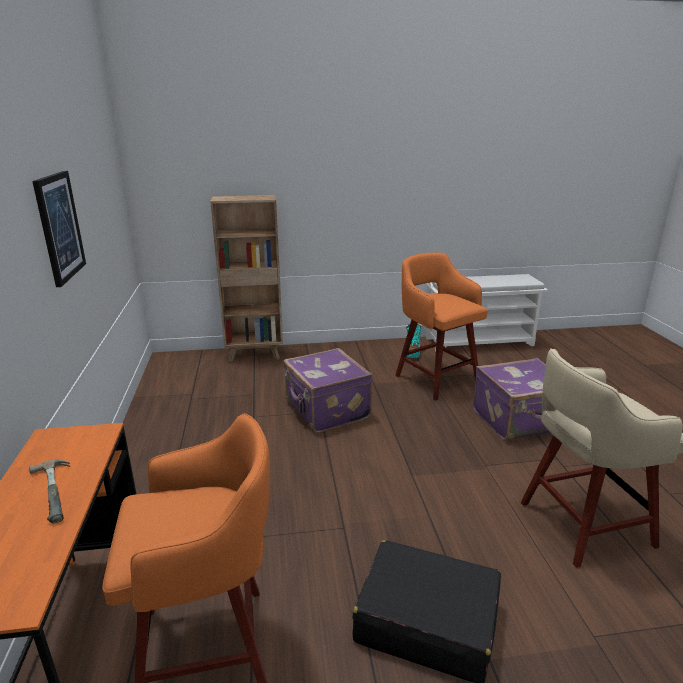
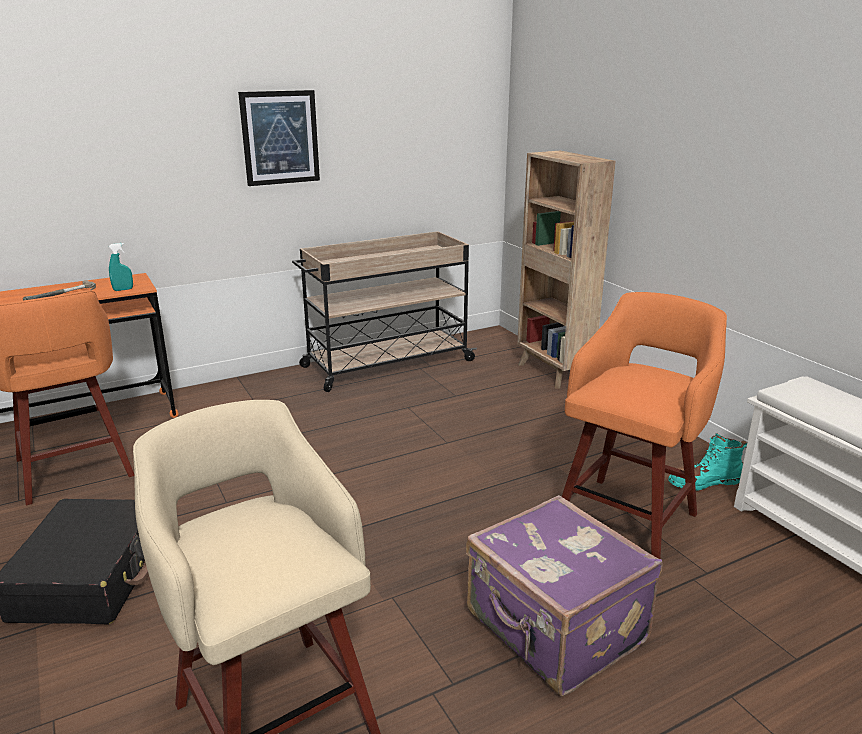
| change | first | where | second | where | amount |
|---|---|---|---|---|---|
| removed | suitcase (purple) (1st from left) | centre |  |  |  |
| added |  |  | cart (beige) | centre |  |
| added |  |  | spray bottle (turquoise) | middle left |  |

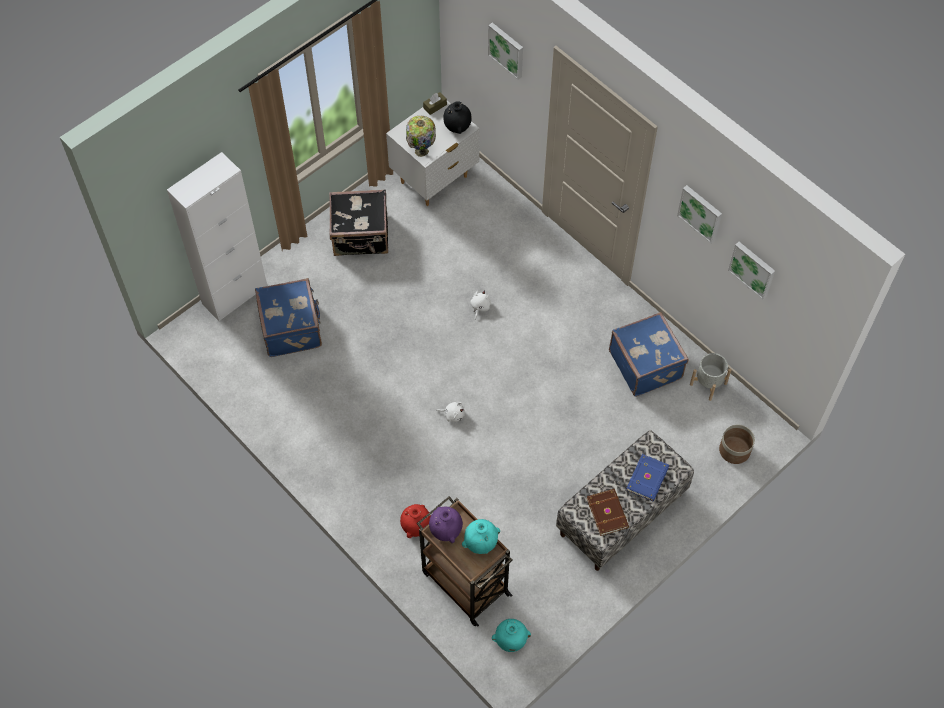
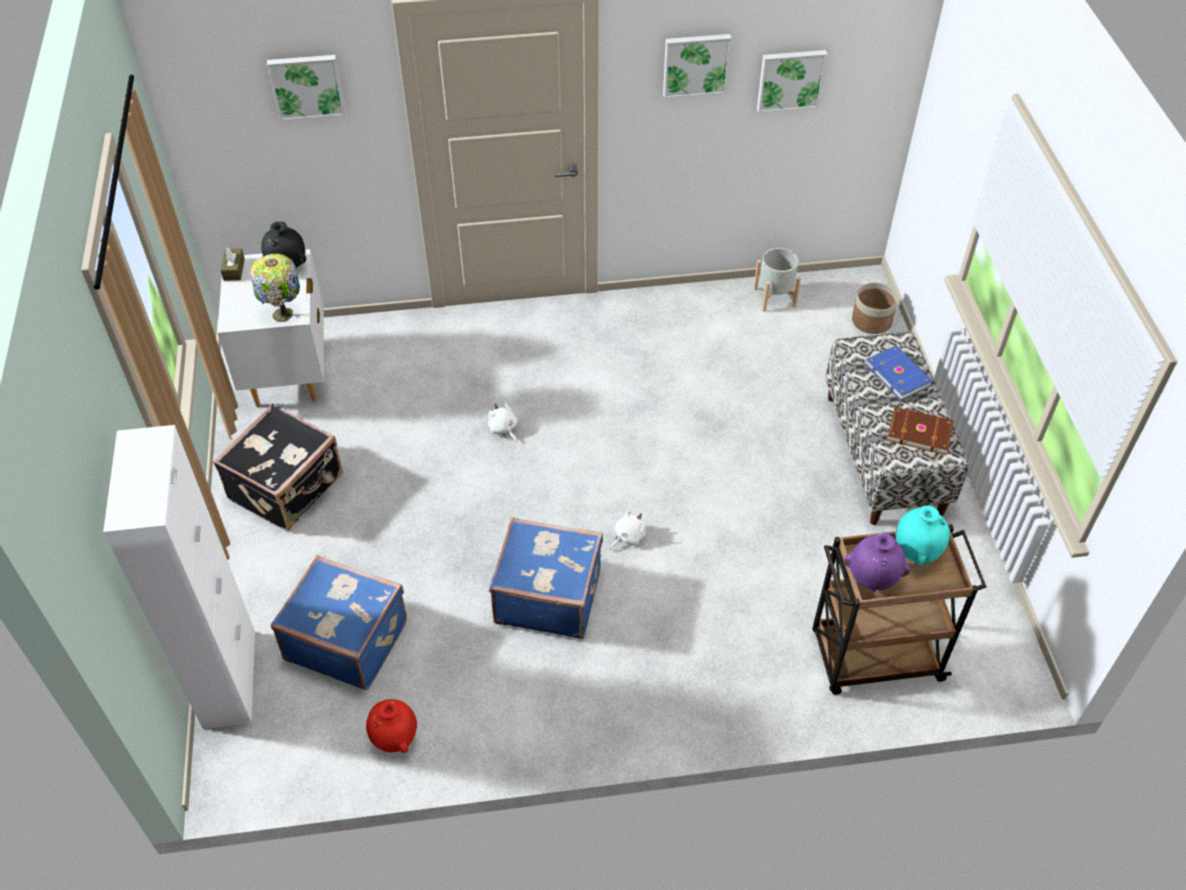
| change | first | where | second | where | amount |
|---|---|---|---|---|---|
| moved | suitcase (blue) (2nd from left) | middle right |  | centre |  |
| moved | vase (red) | bottom centre |  | bottom left |  |
| removed | vase (turquoise) (2nd from left) | bottom centre |  |  |  |

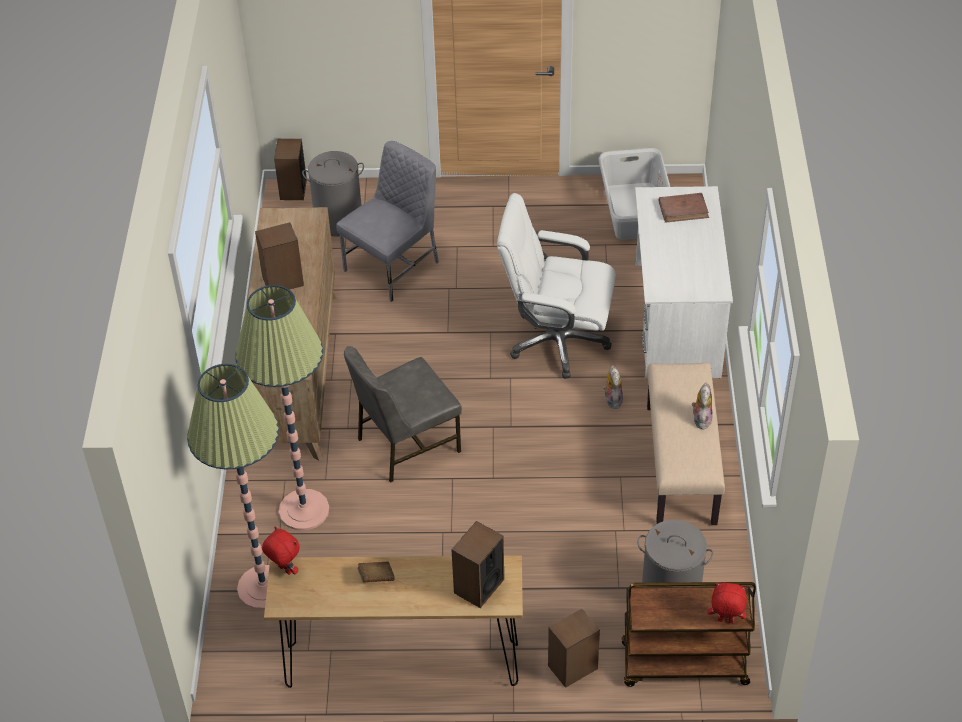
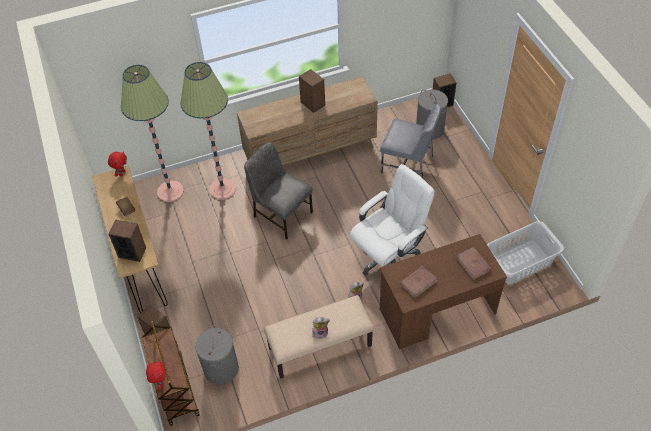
| change | first | where | second | where | amount |
|---|---|---|---|---|---|
| recoloured | desk (white) | middle right | desk (brown) | bottom right |  |
| turned | office chair (white) | centre |  | centre | 60 degrees clockwise |
| added |  |  | book (brown) (2nd from left) | centre |  |

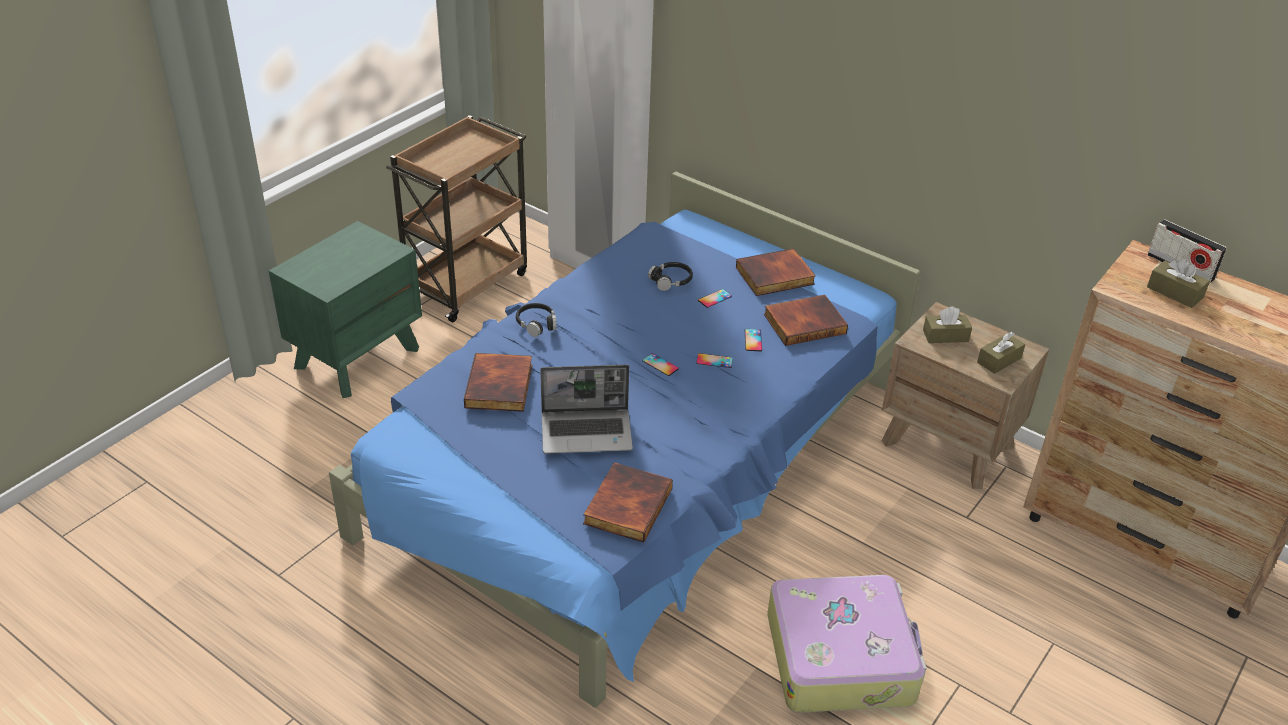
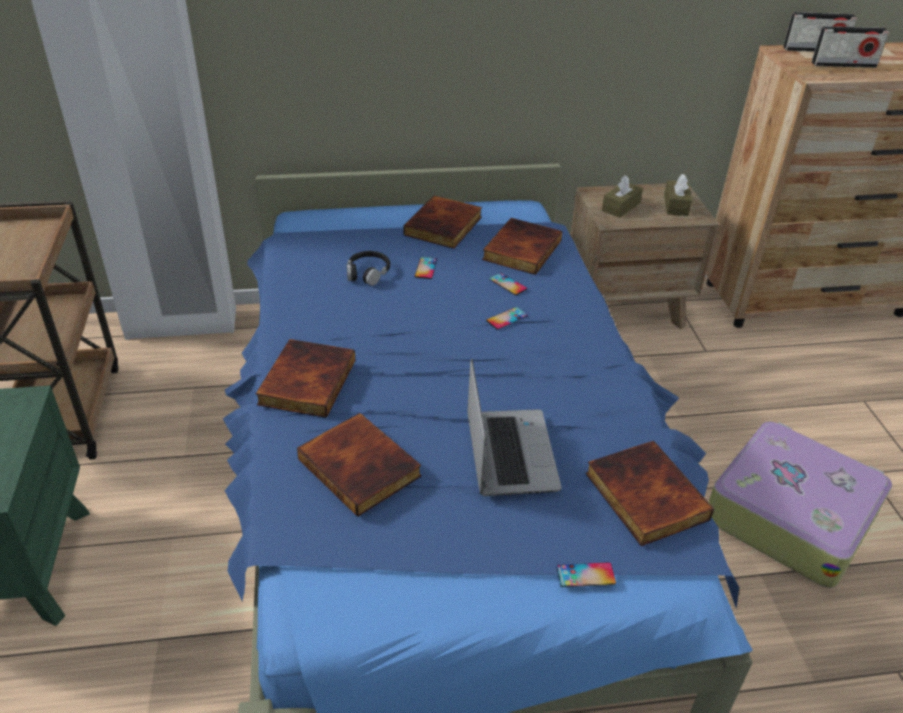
| change | first | where | second | where | amount |
|---|---|---|---|---|---|
| replaced | tissue box (brown) (3rd from left) | middle right | radio (2nd from left) | top right |  |
| replaced | headphones (black) (1st from left) | centre | book (1st from left) | centre |  |
| moved | phone (1st from left in the first image) | centre | phone (4th from left) | bottom centre |  |
| turned | laptop | centre |  | centre | 45 degrees counterclockwise |

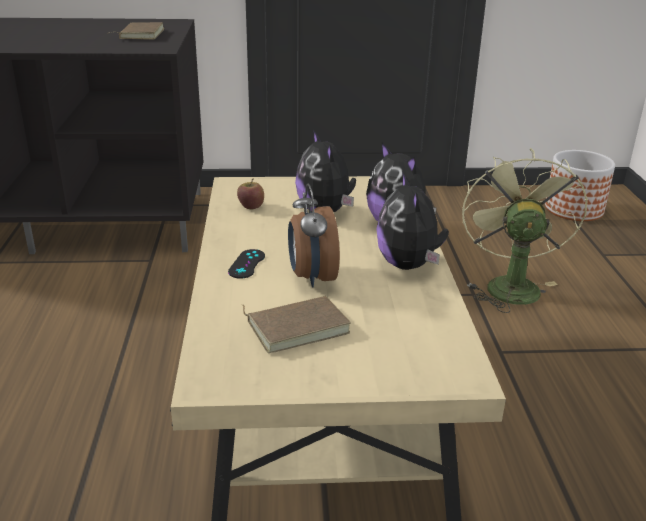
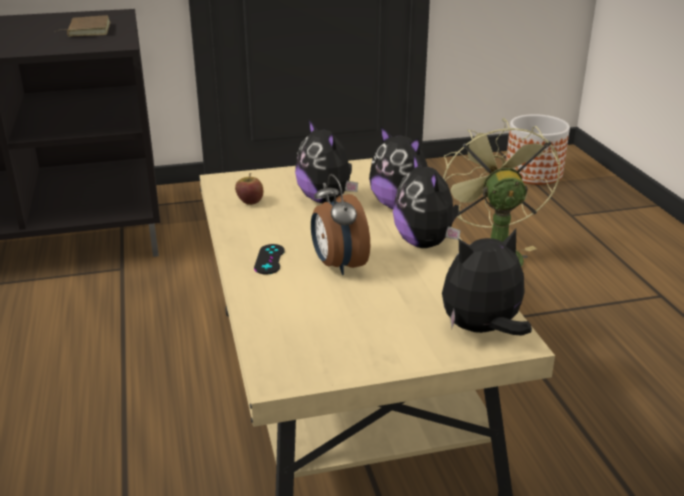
| change | first | where | second | where | amount |
|---|---|---|---|---|---|
| removed | book (brown) (2nd from left) | centre |  |  |  |
| added |  |  | plush toy (4th from left) | middle right |  |

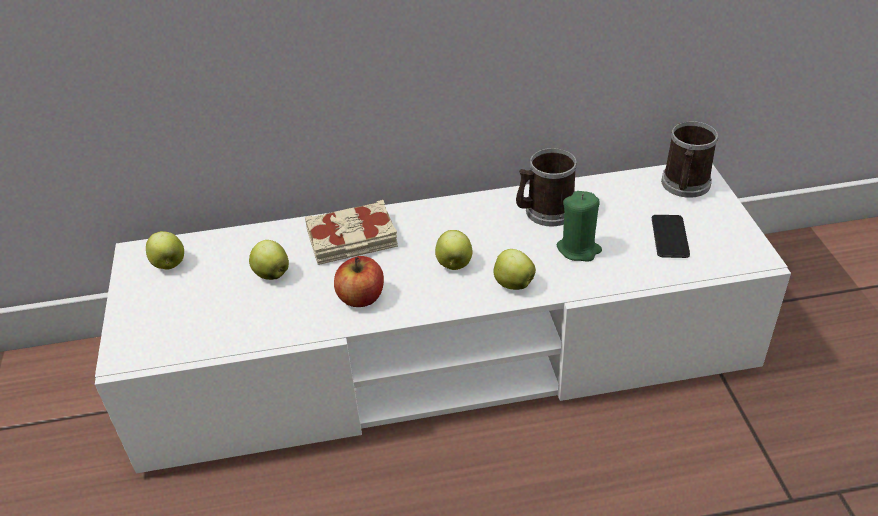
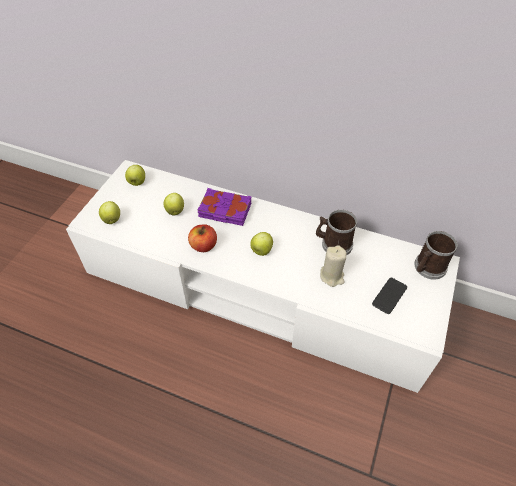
| change | first | where | second | where | amount |
|---|---|---|---|---|---|
| recoloured | candle (green) | centre | candle (beige) | centre |  |
| recoloured | book (beige) | centre | book (purple) | centre |  |
| moved | apple (5th from left in the first image) | centre | apple (1st from left) | middle left |  |

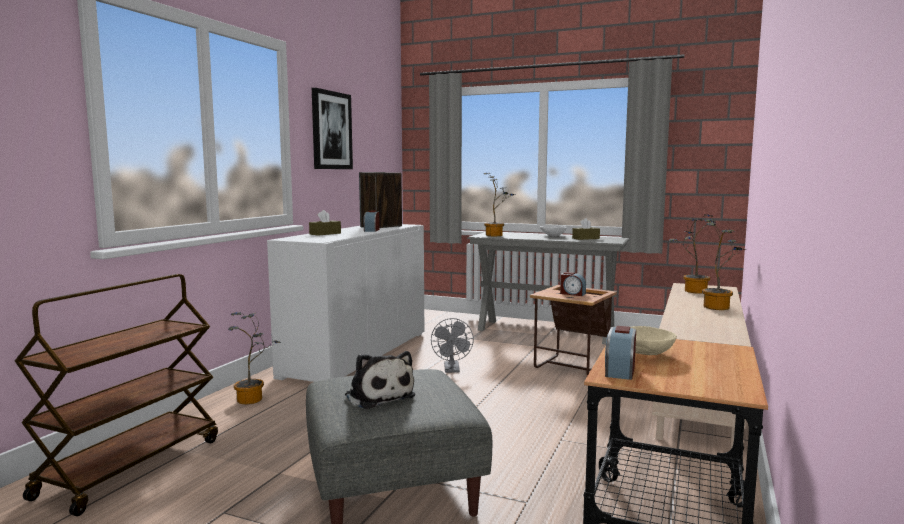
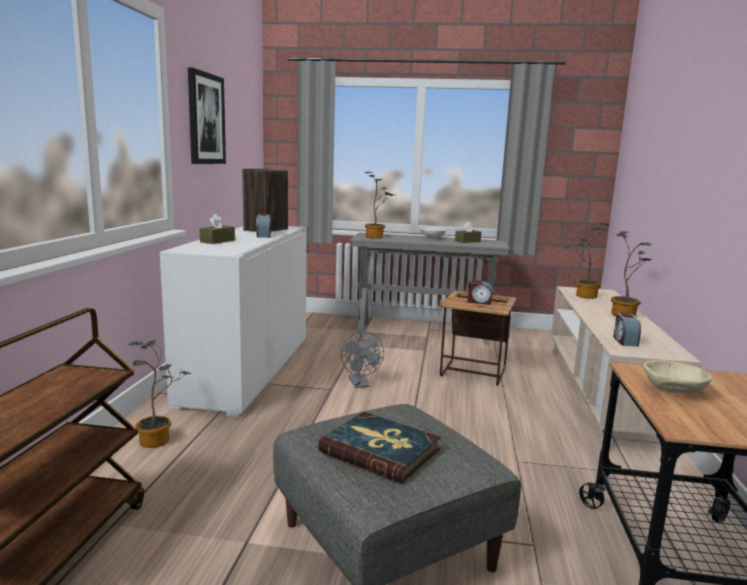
| change | first | where | second | where | amount |
|---|---|---|---|---|---|
| moved | alarm clock (3rd from left) | bottom right |  | middle right |  |
| replaced | plush toy | bottom centre | book | bottom centre |  |

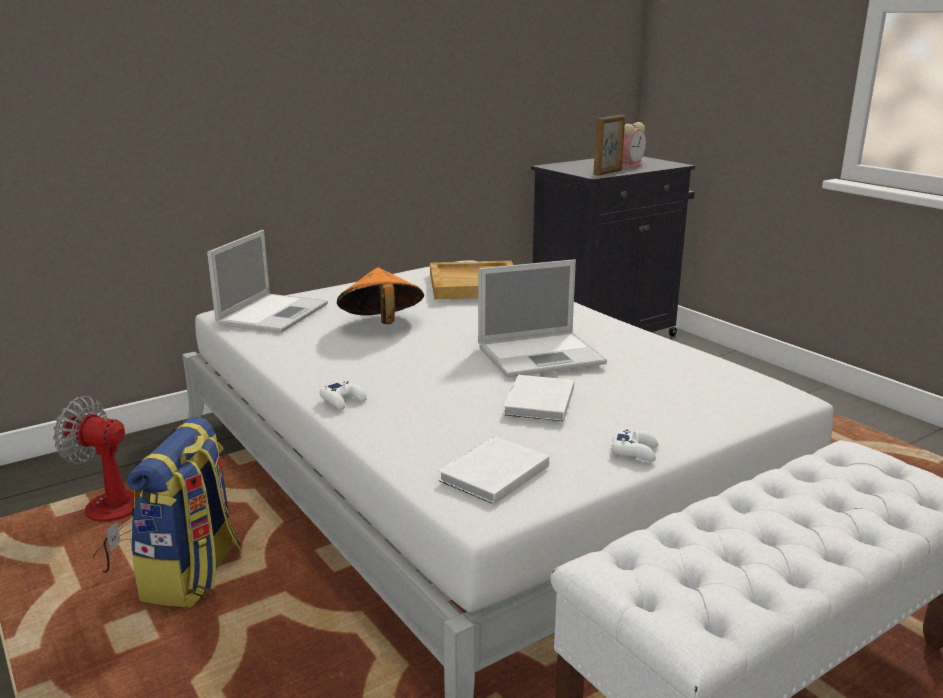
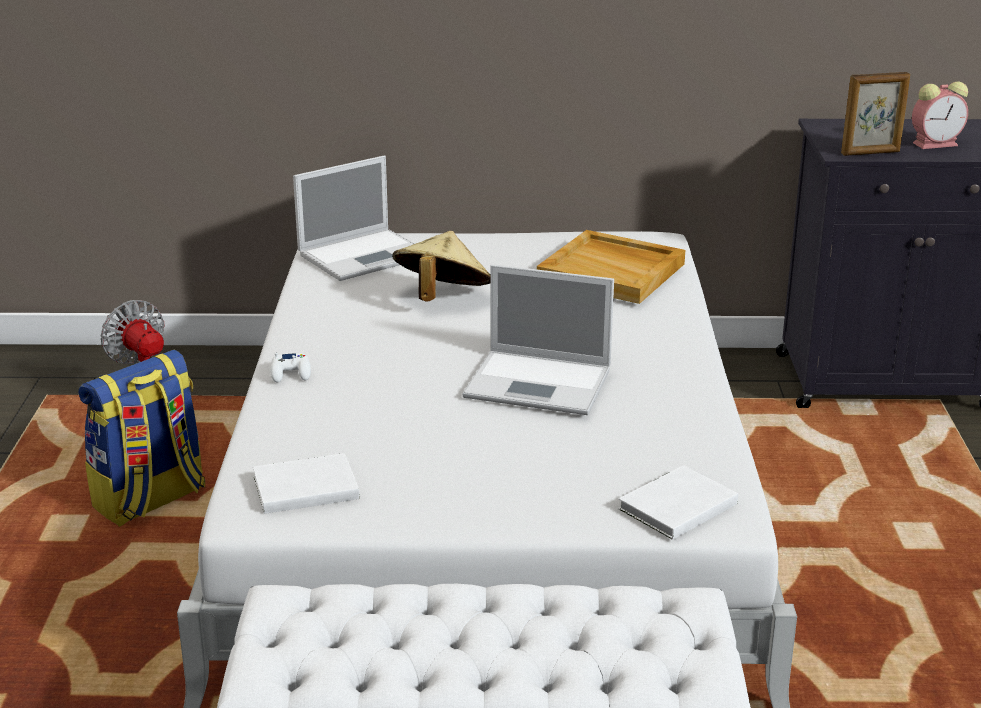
| change | first | where | second | where | amount |
|---|---|---|---|---|---|
| recoloured | hat (orange) | centre | hat (beige) | centre |  |
| moved | book (white) (2nd from left) | centre |  | bottom right |  |
| removed | game controller (white) (2nd from left) | middle right |  |  |  |

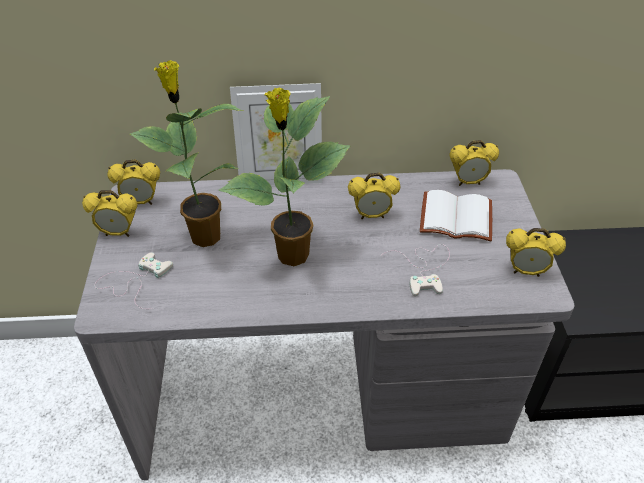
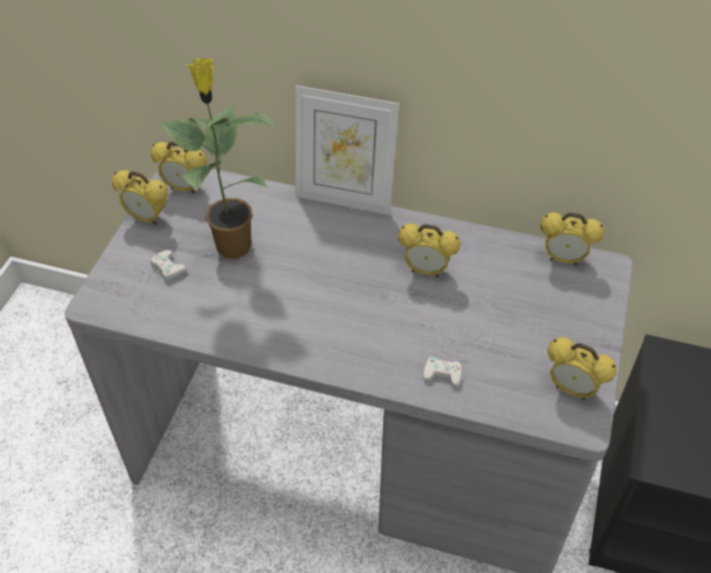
| change | first | where | second | where | amount |
|---|---|---|---|---|---|
| removed | potted plant (2nd from left) | centre |  |  |  |
| removed | book (white) | middle right |  |  |  |

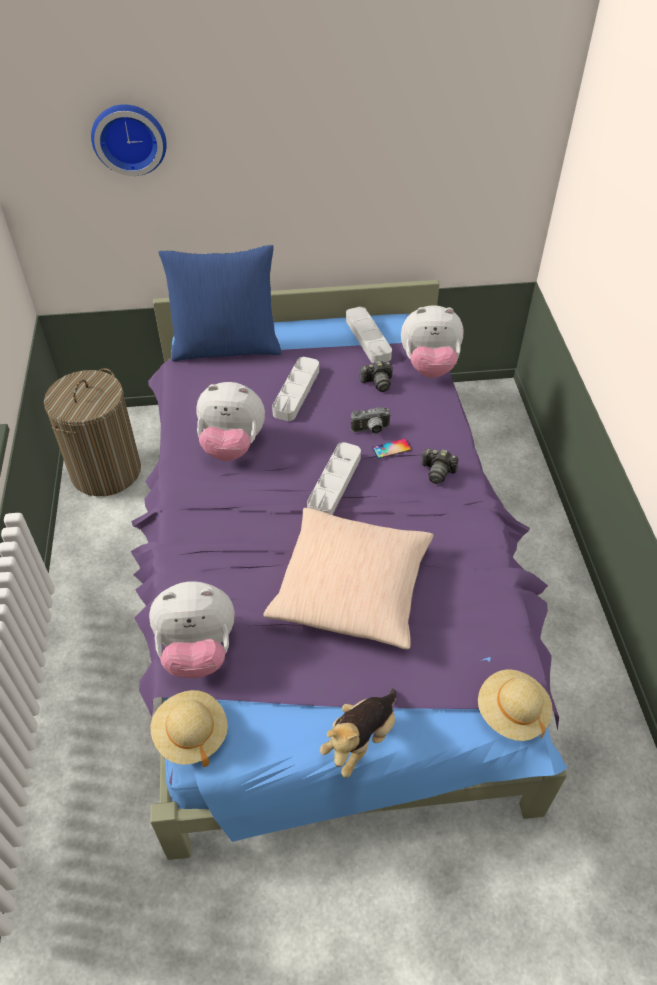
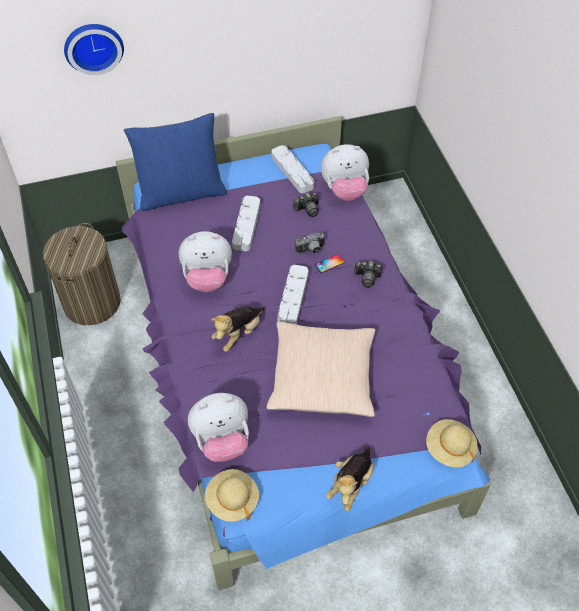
| change | first | where | second | where | amount |
|---|---|---|---|---|---|
| added |  |  | plush toy (3rd from left) | centre |  |

